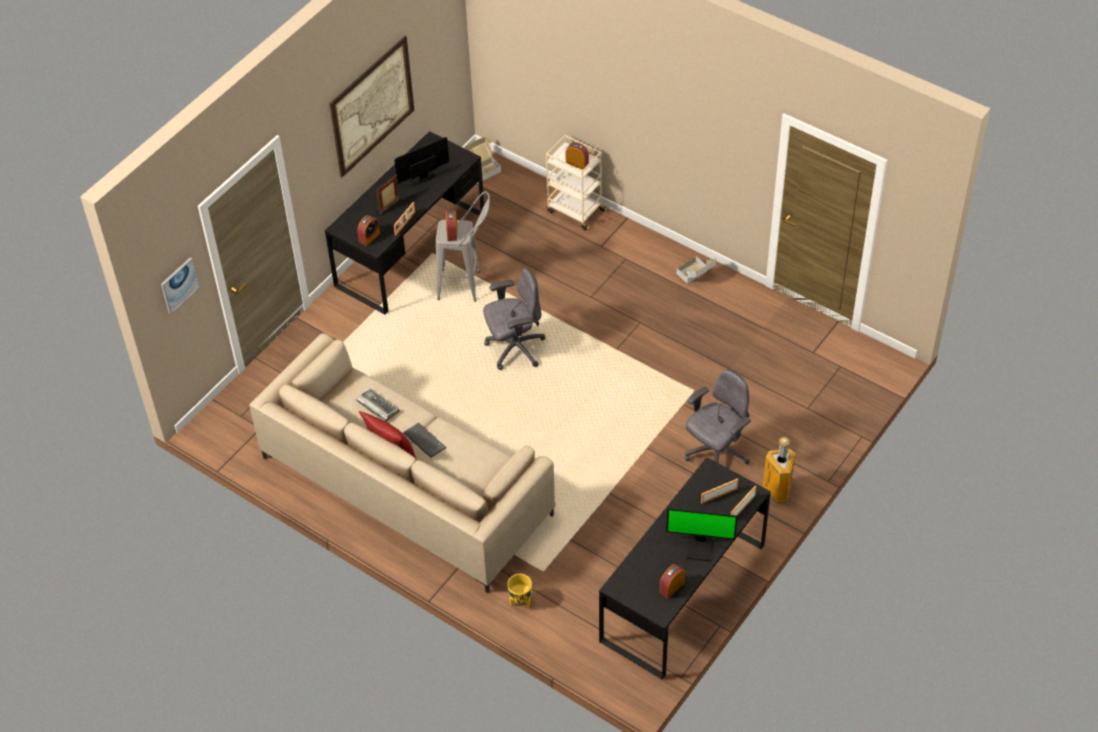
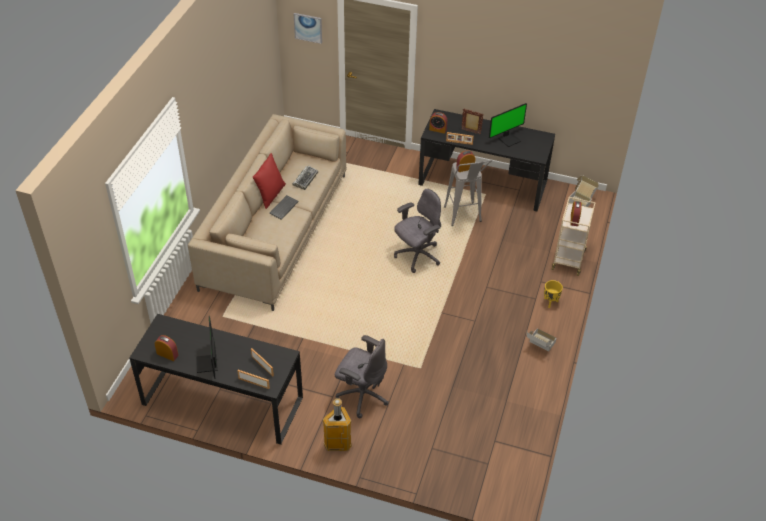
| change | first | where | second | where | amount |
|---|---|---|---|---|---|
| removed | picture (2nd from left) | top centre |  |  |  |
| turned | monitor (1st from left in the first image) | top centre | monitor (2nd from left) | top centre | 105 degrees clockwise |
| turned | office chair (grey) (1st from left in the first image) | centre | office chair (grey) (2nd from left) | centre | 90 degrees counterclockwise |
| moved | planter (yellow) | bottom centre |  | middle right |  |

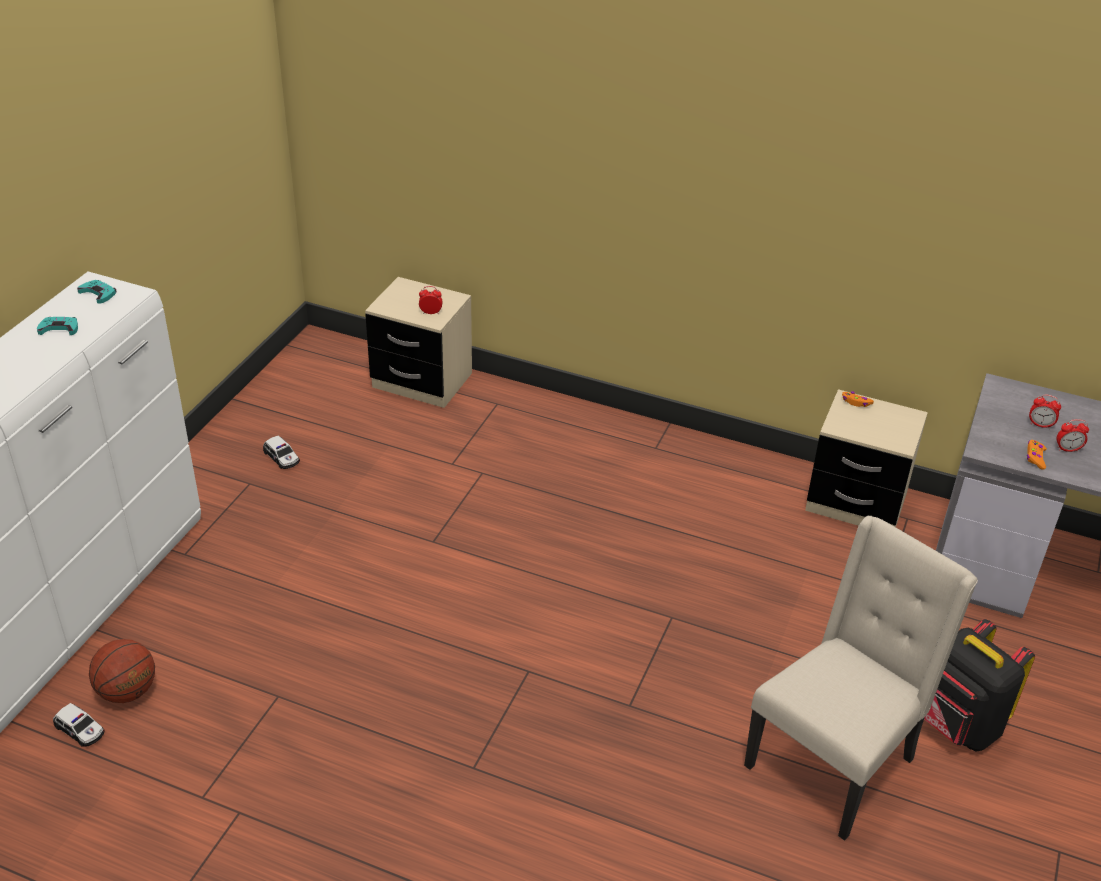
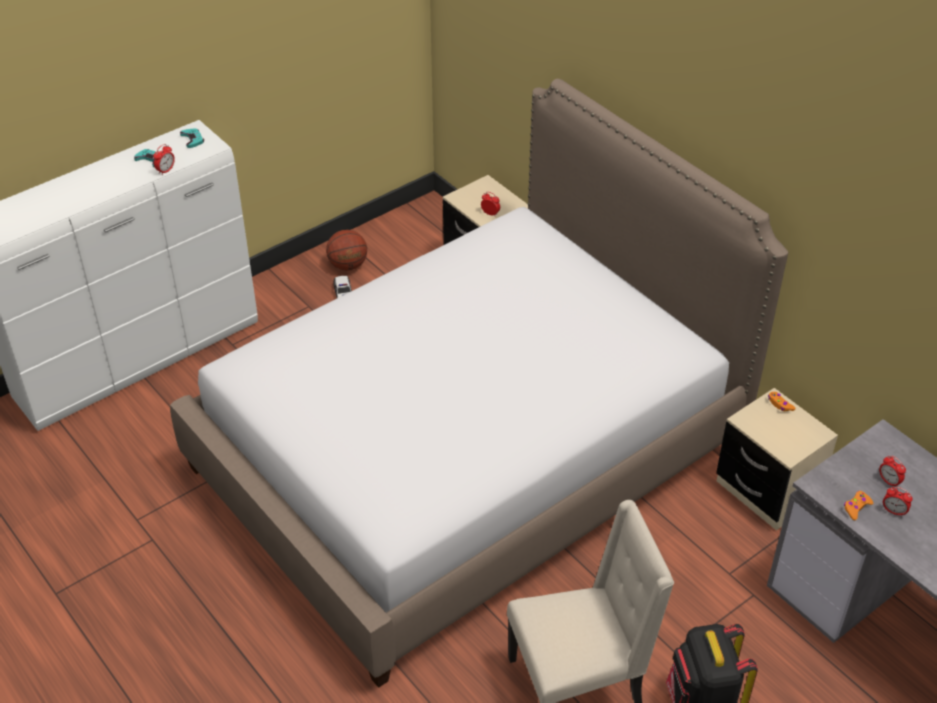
| change | first | where | second | where | amount |
|---|---|---|---|---|---|
| moved | basketball | bottom left |  | centre |  |
| removed | toy car (1st from left) | bottom left |  |  |  |
| added |  |  | bed | centre |  |
| added |  |  | alarm clock (1st from left) | top left |  |

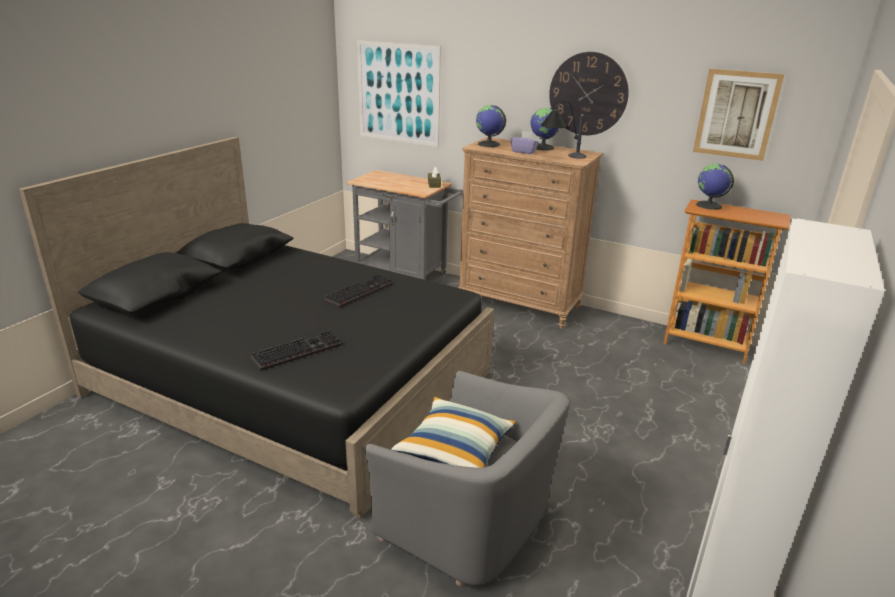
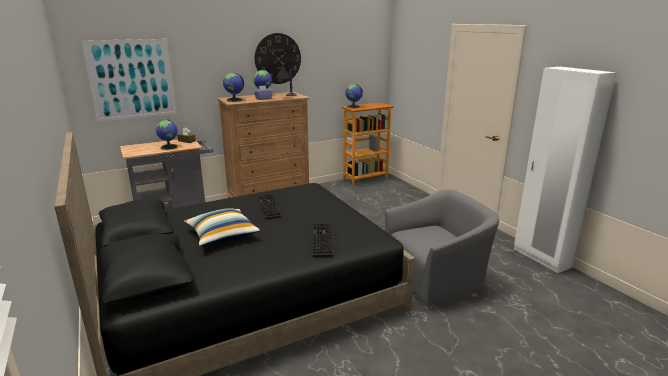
| change | first | where | second | where | amount |
|---|---|---|---|---|---|
| removed | picture (2nd from left) | top right |  |  |  |
| moved | pillow | bottom centre |  | middle left |  |
| added |  |  | globe (1st from left) | middle left |  |

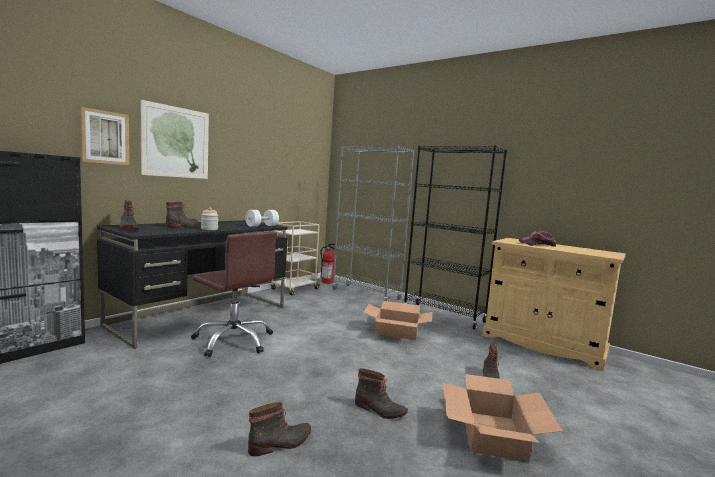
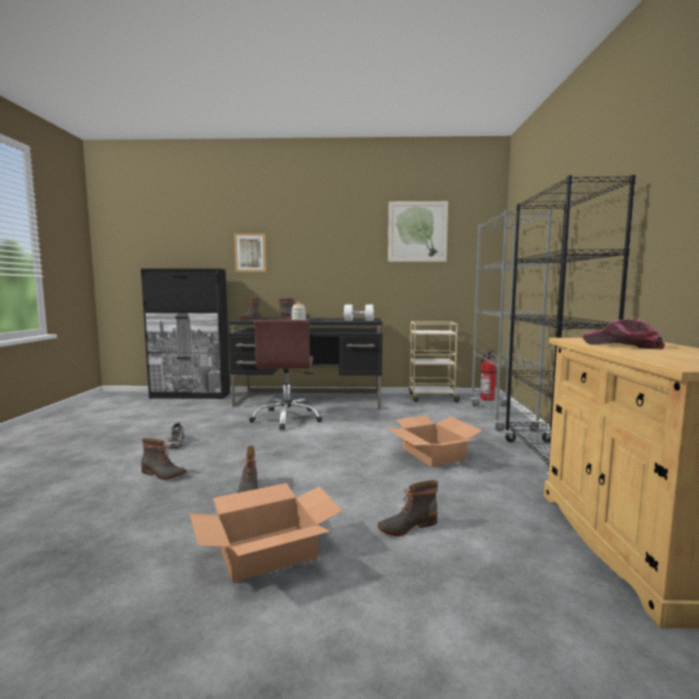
| change | first | where | second | where | amount |
|---|---|---|---|---|---|
| moved | picture (2nd from left) | top left |  | top centre |  |
| added |  |  | shoe | middle left |  |

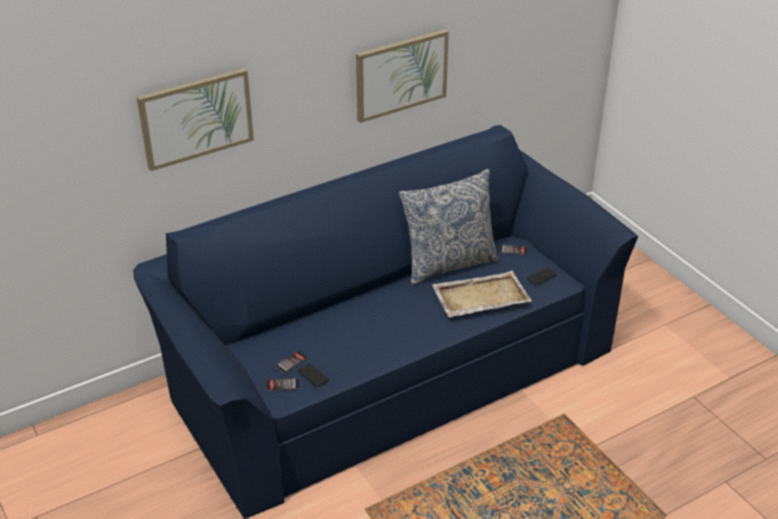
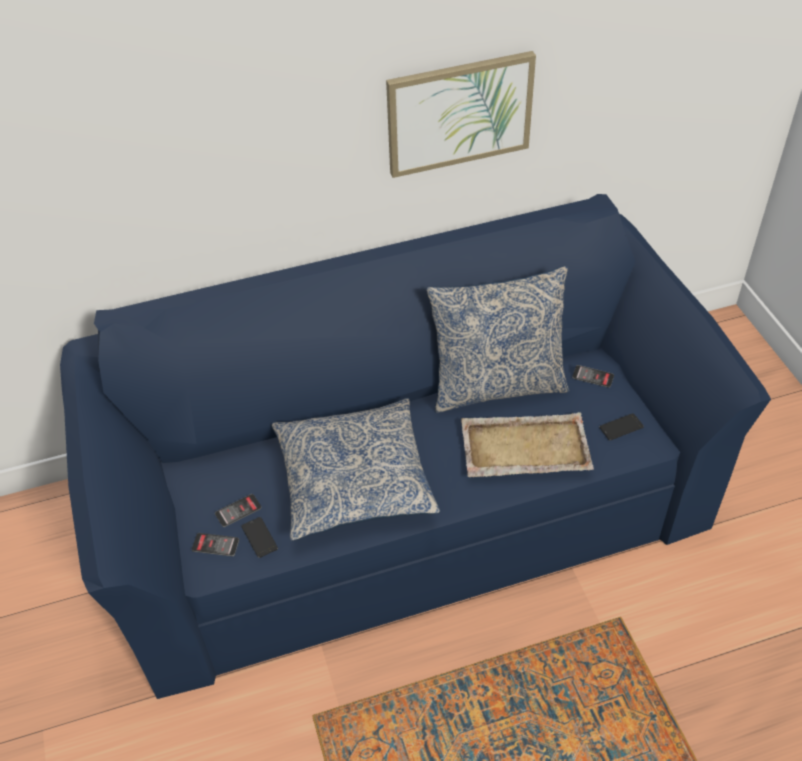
| change | first | where | second | where | amount |
|---|---|---|---|---|---|
| removed | picture (1st from left) | top left |  |  |  |
| added |  |  | pillow (1st from left) | centre |  |

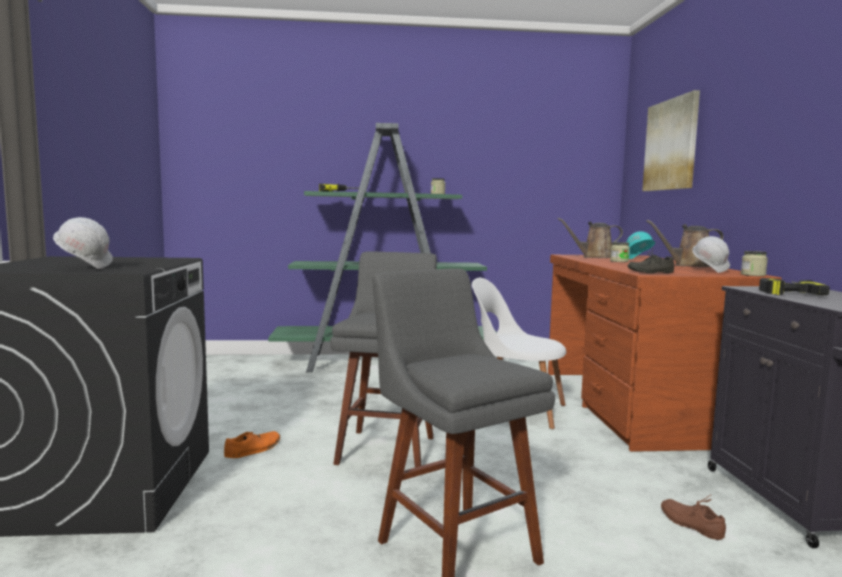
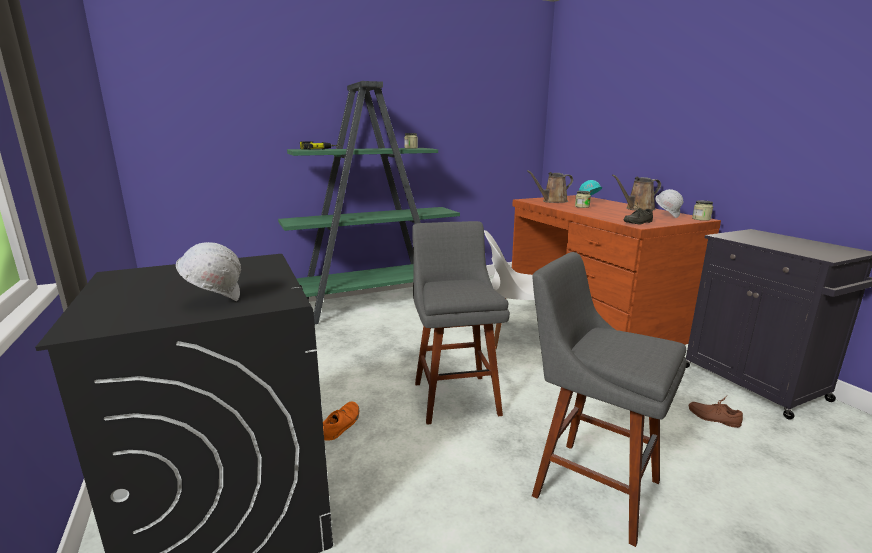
| change | first | where | second | where | amount |
|---|---|---|---|---|---|
| removed | picture | top right |  |  |  |
| removed | power drill (2nd from left) | middle right |  |  |  |

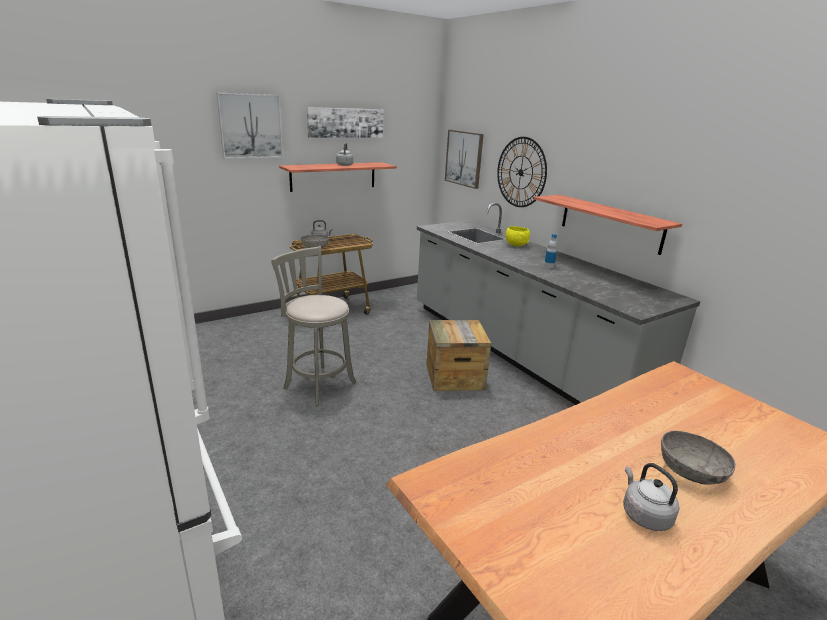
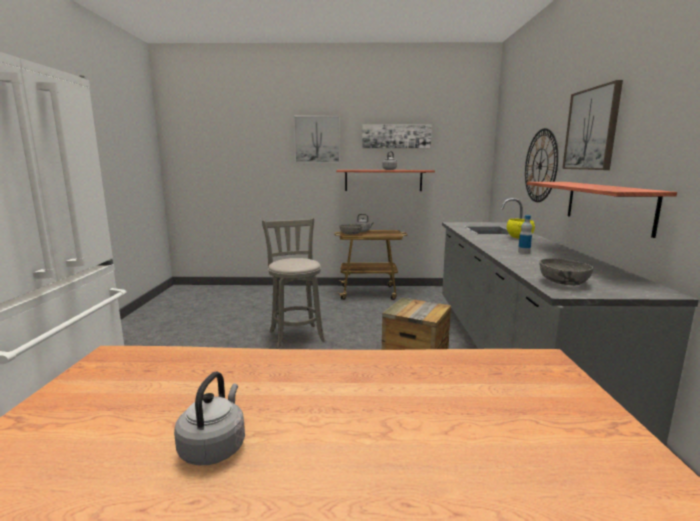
| change | first | where | second | where | amount |
|---|---|---|---|---|---|
| moved | picture (3rd from left) | top centre |  | top right |  |
| moved | bowl (grey) (2nd from left) | bottom right |  | middle right |  |

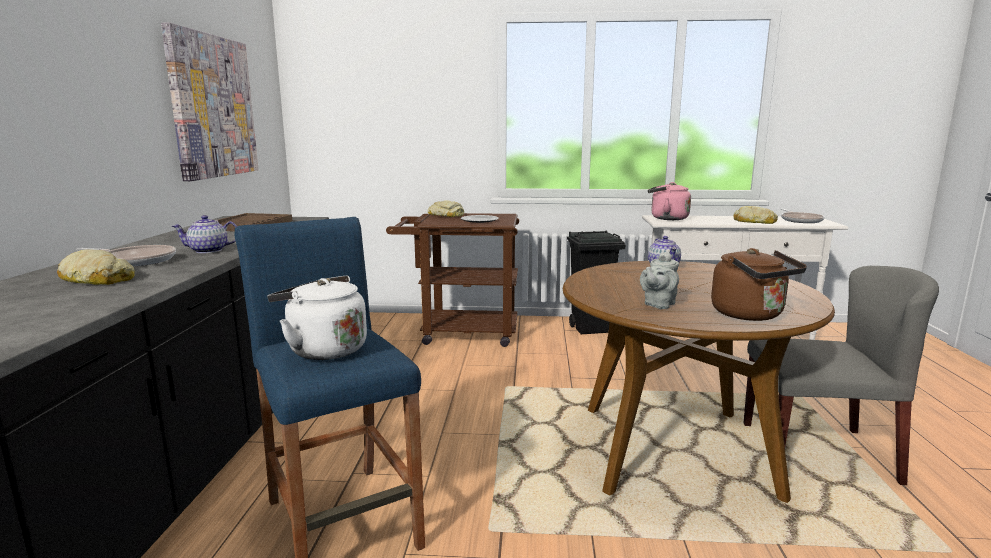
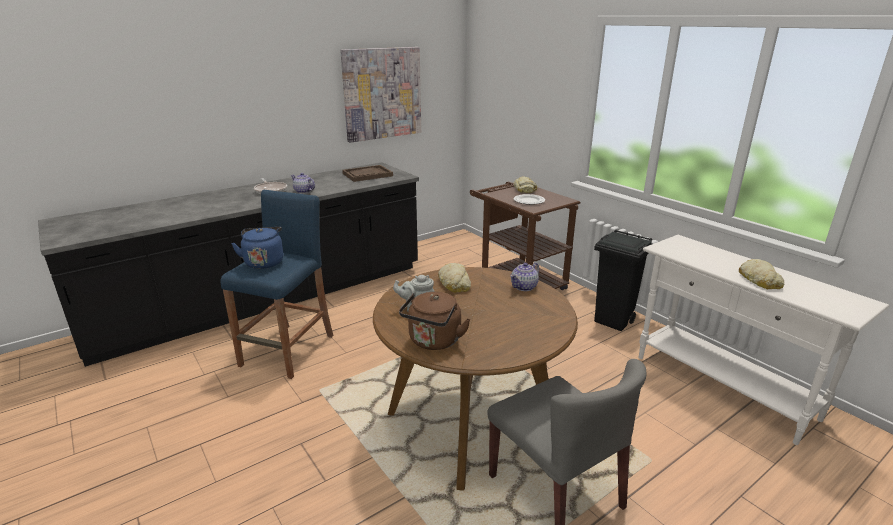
| change | first | where | second | where | amount |
|---|---|---|---|---|---|
| removed | kettle (pink) | middle right |  |  |  |
| removed | frying pan (2nd from left) | middle right |  |  |  |
| moved | bread (1st from left) | middle left |  | centre |  |
| recoloured | kettle (white) | middle left | kettle (blue) | middle left |  |

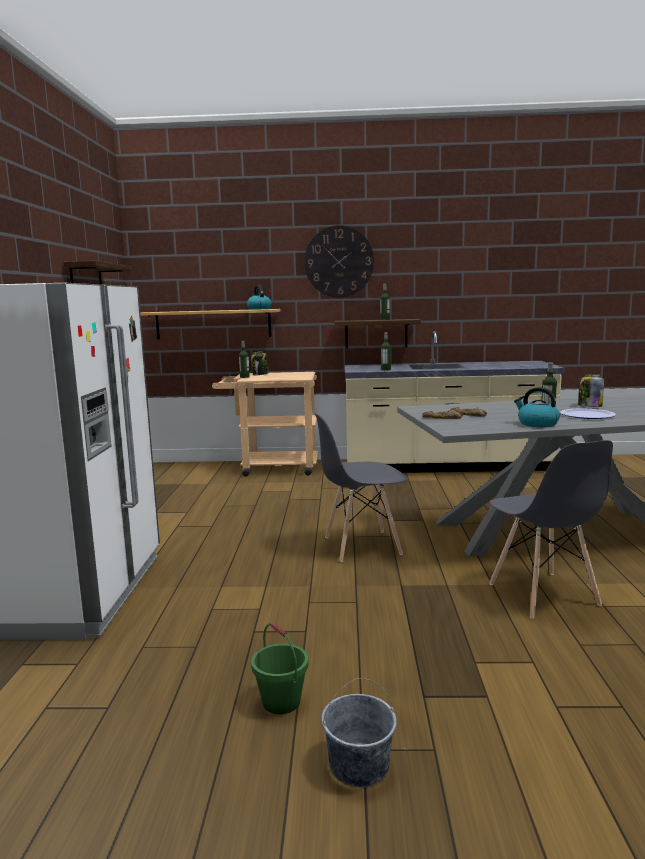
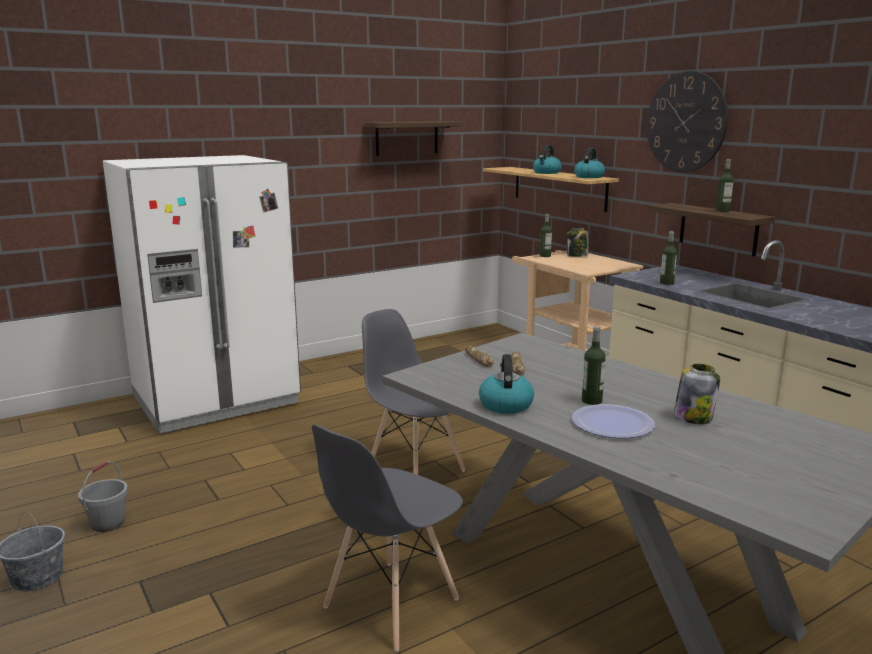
| change | first | where | second | where | amount |
|---|---|---|---|---|---|
| recoloured | bucket (green) | bottom centre | bucket (grey) (2nd from left) | bottom left |  |
| added |  |  | kettle (2nd from left) | top centre |  |

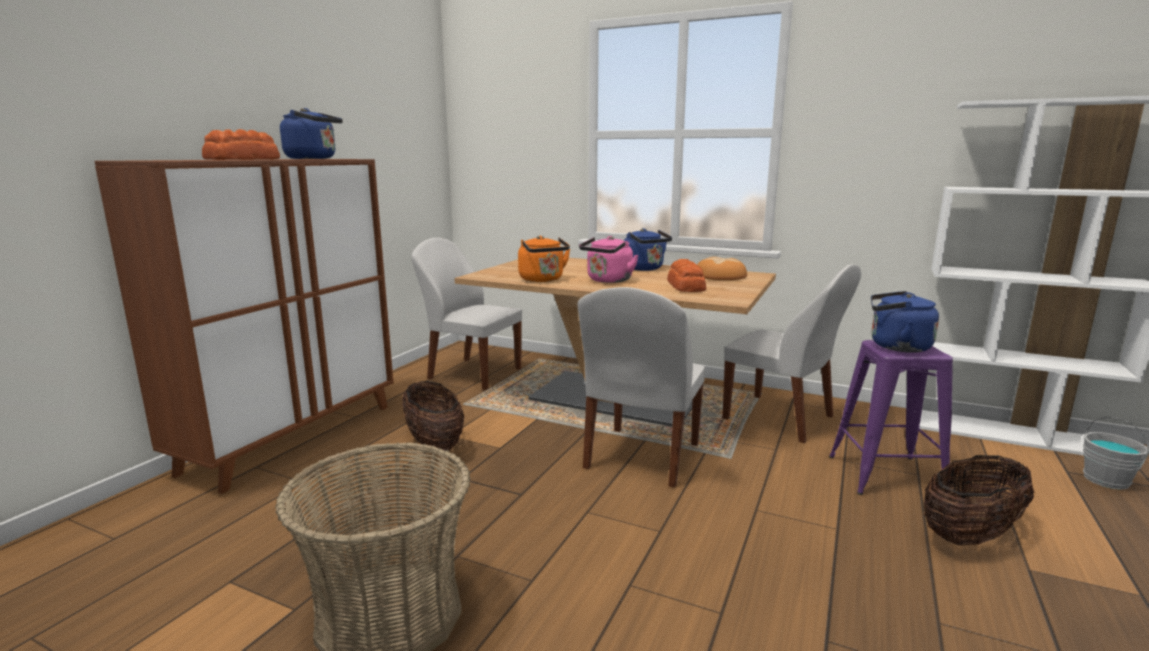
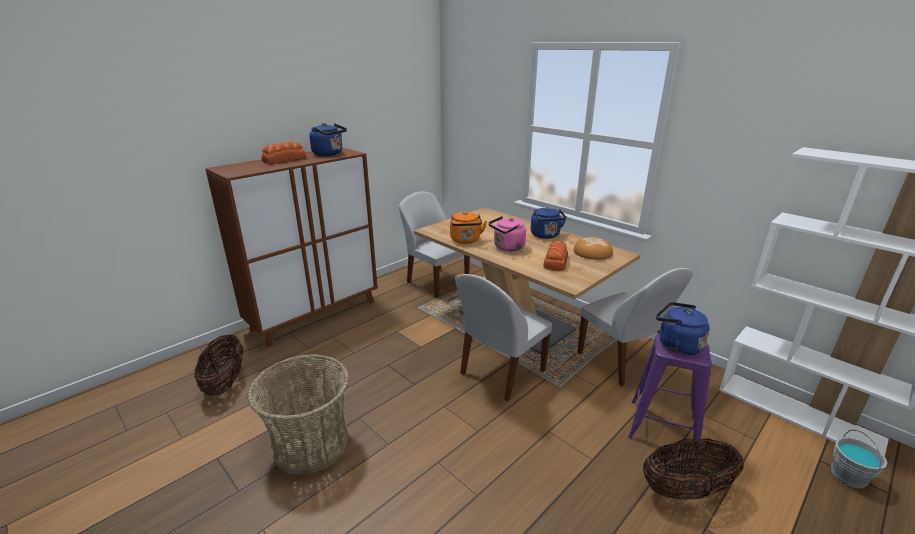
| change | first | where | second | where | amount |
|---|---|---|---|---|---|
| moved | basket (2nd from left in the first image) | centre | basket (1st from left) | bottom left |  |

